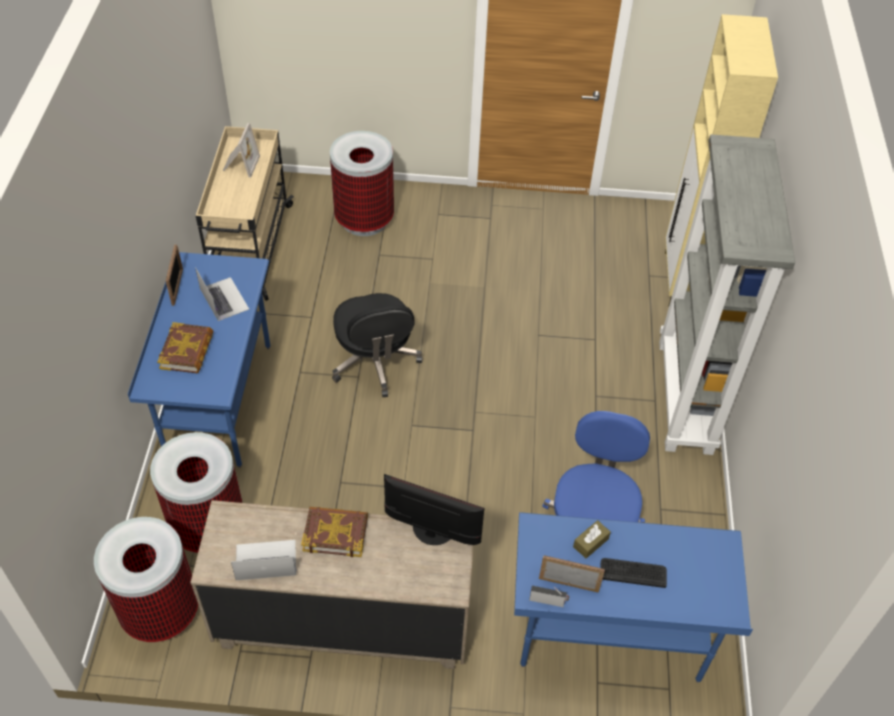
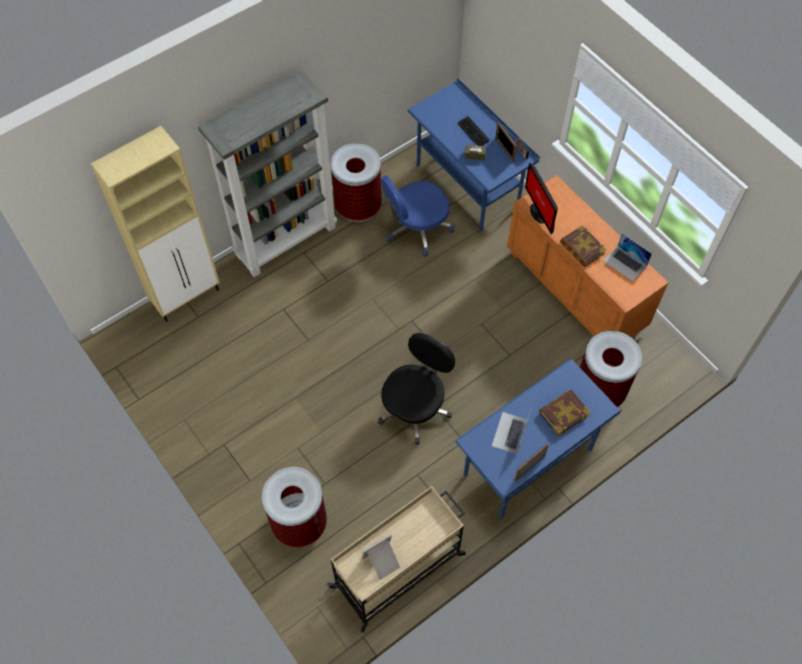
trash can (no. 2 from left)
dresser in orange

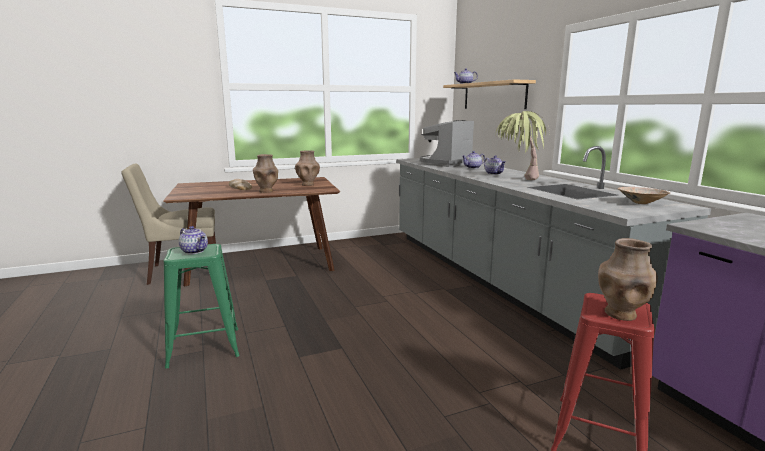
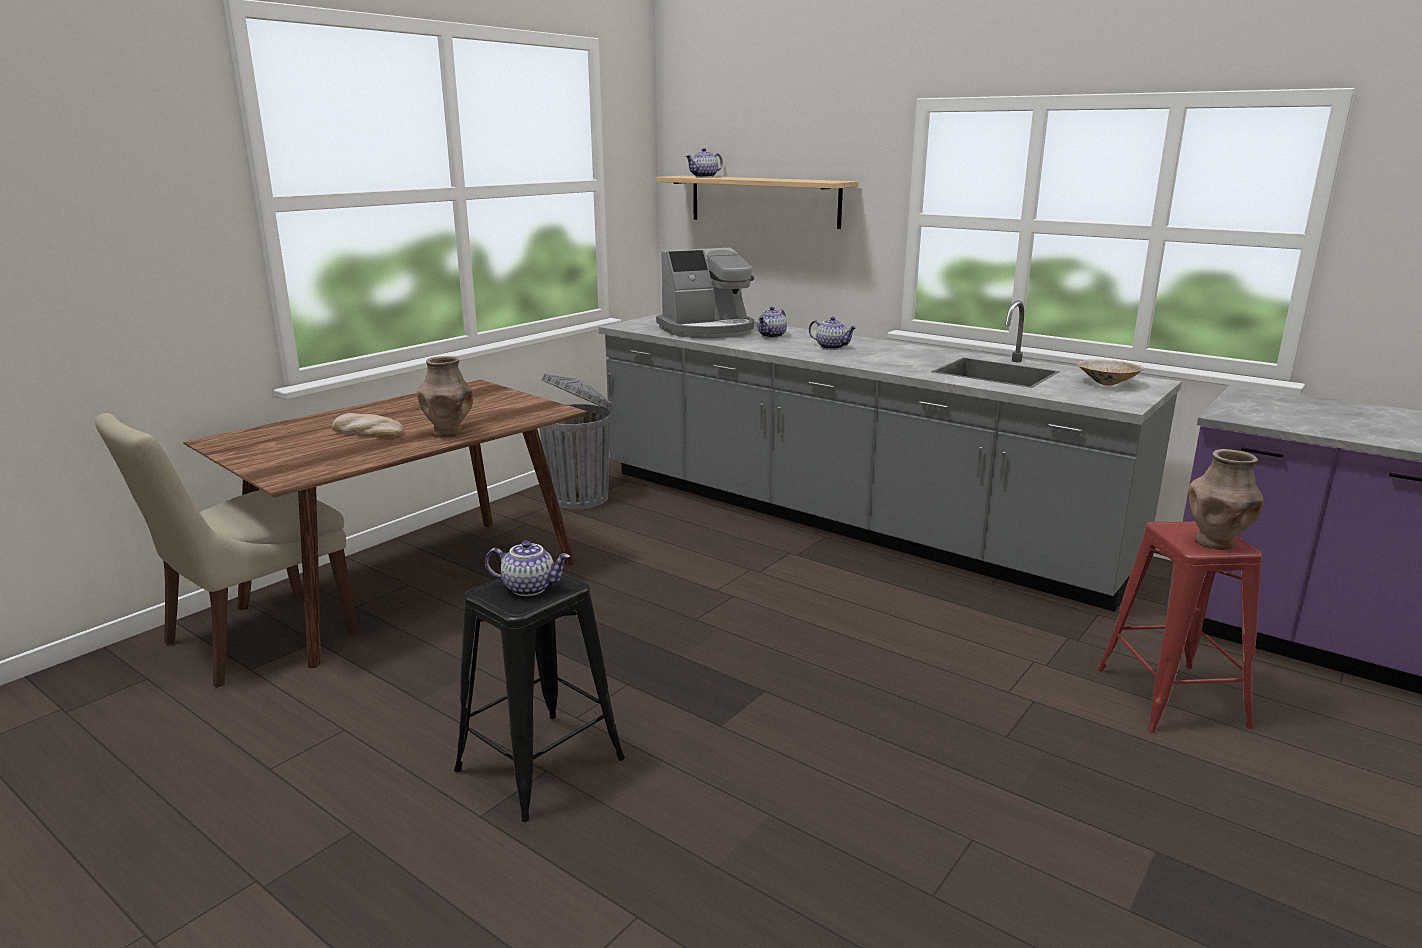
stool in black
trash can in grey
coffee machine
vase in brown (no. 2 from left in the first image)
potted plant

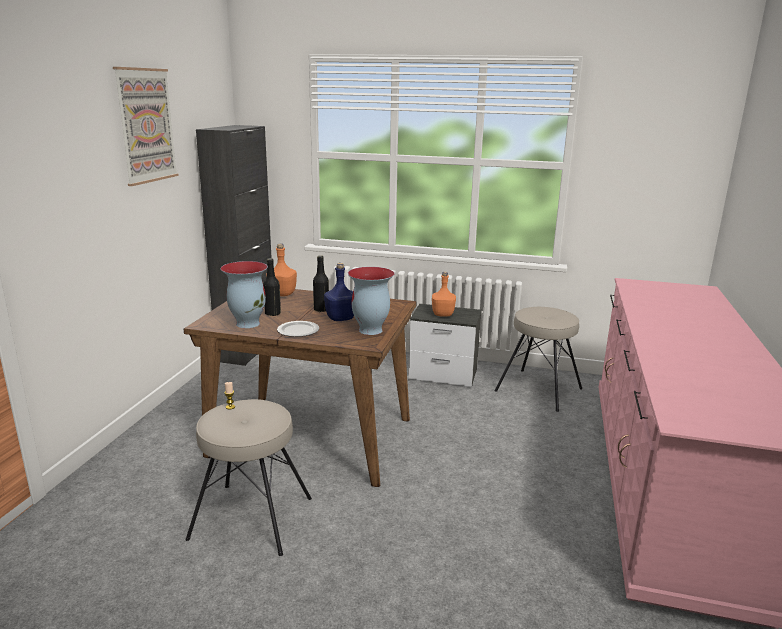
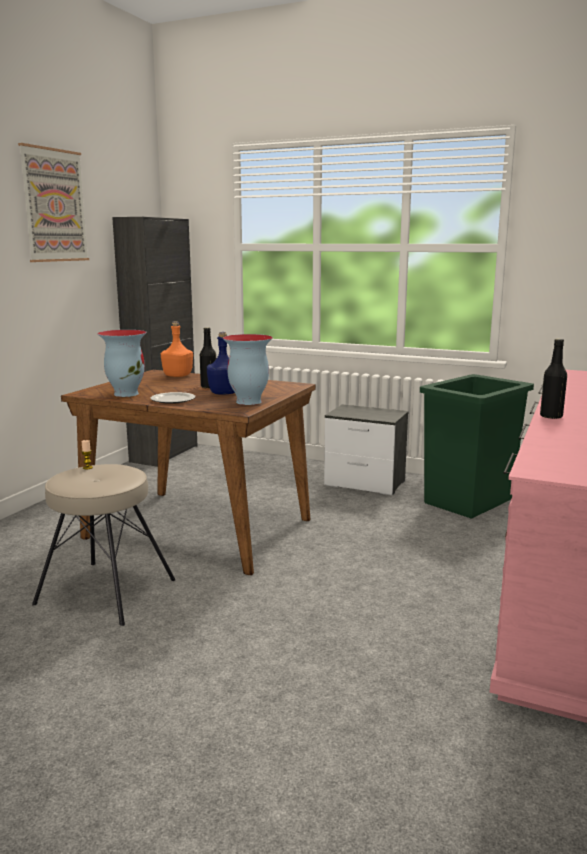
trash can in green
bottle in black (no. 2 from left)
bottle in orange (no. 2 from left in the first image)

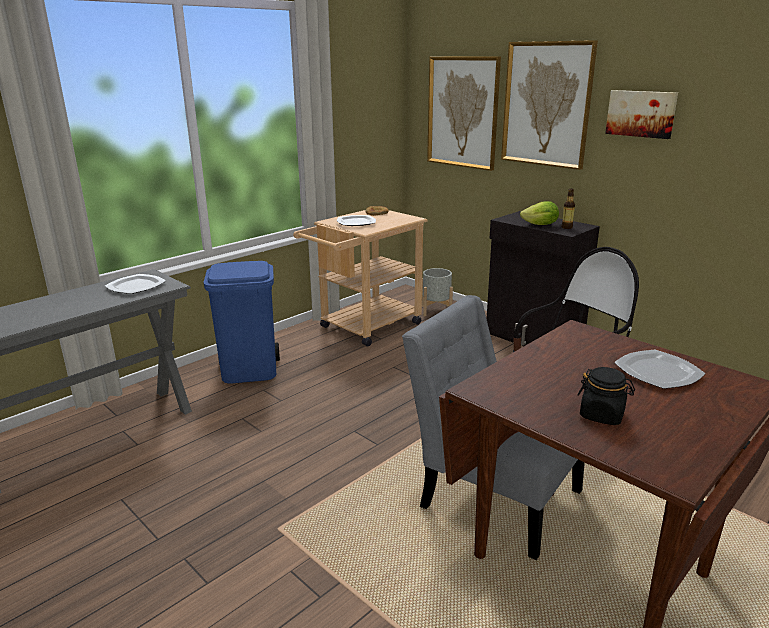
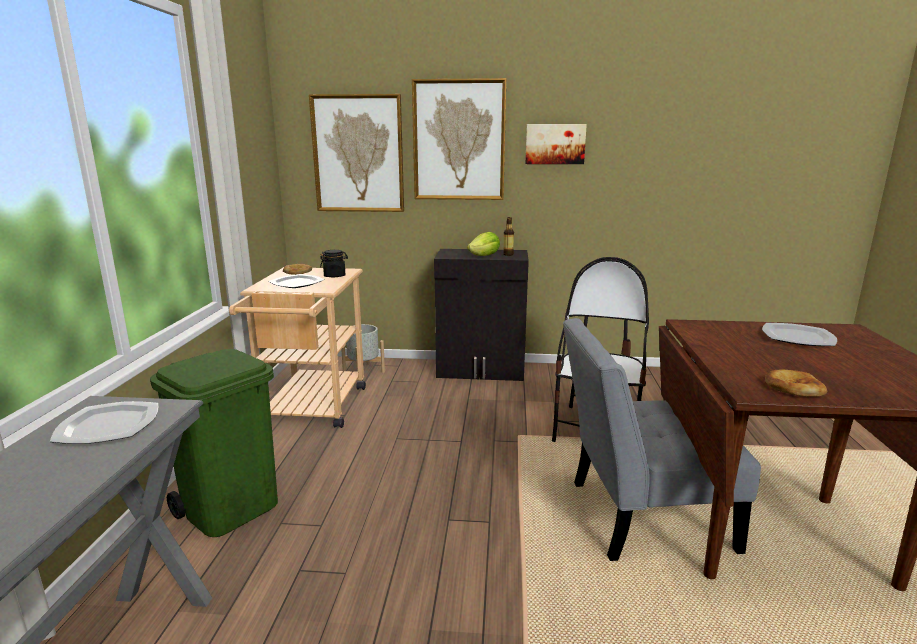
trash can in green
jar in black
bread (no. 2 from left)

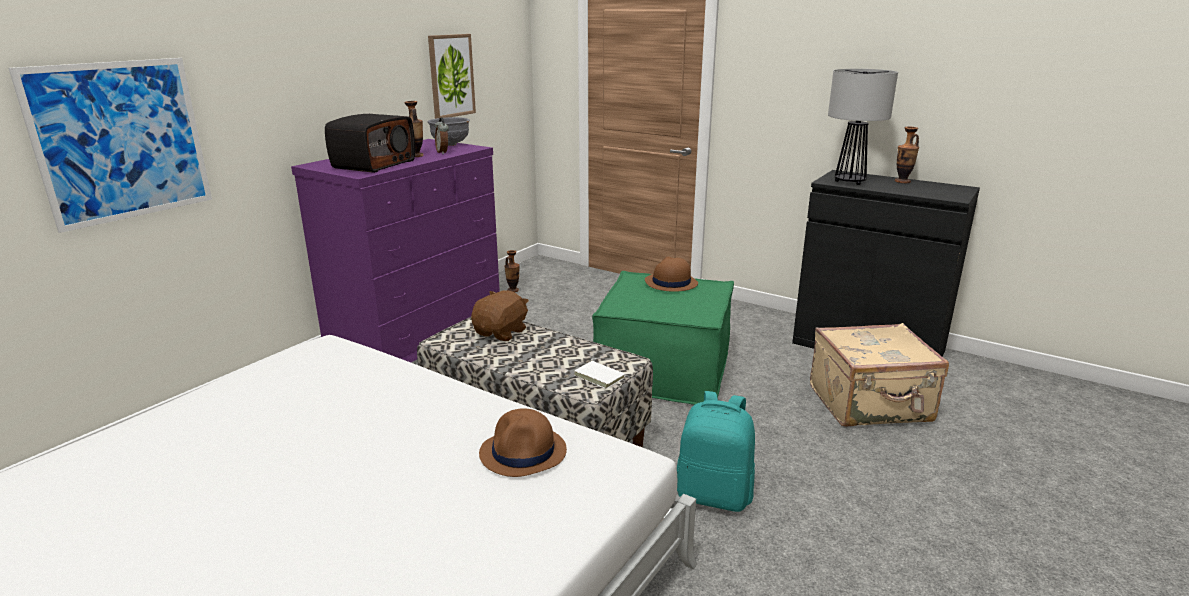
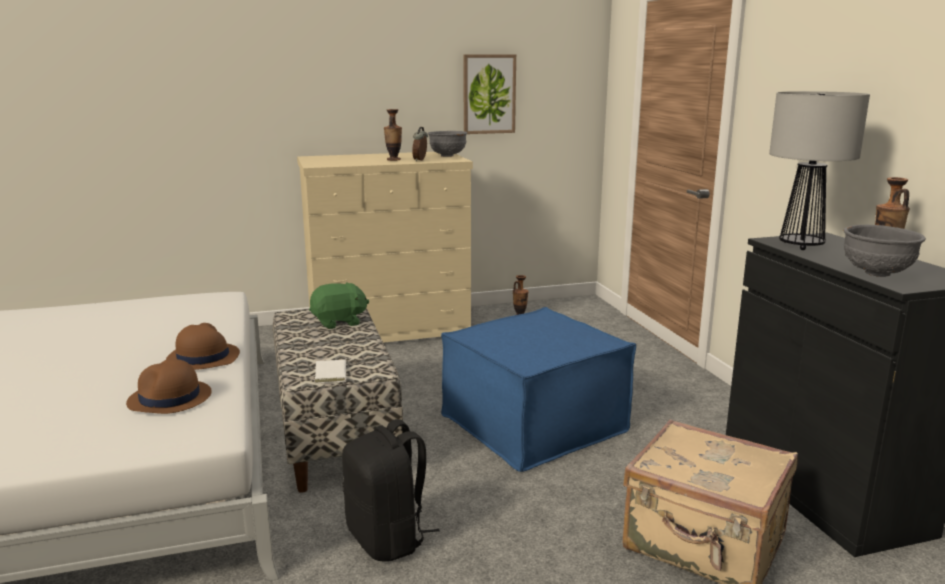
hat in brown (no. 2 from left)
dresser in beige
plush toy in green
backpack in black
ottoman in blue
bowl in grey (no. 2 from left)
picture (no. 1 from left in the first image)
radio

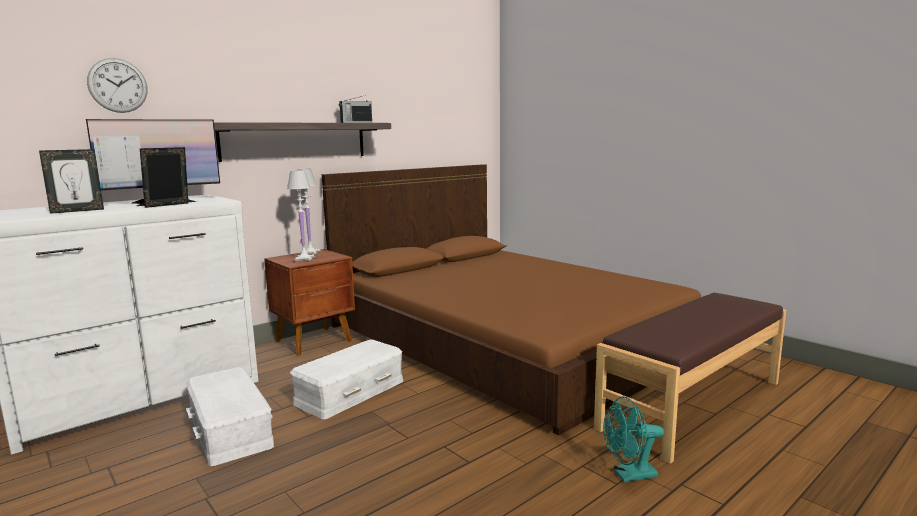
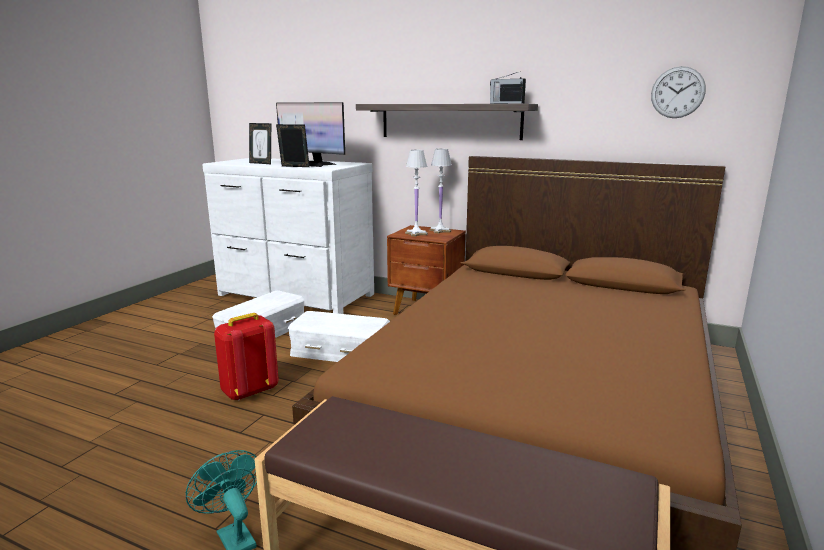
backpack in red
wall clock

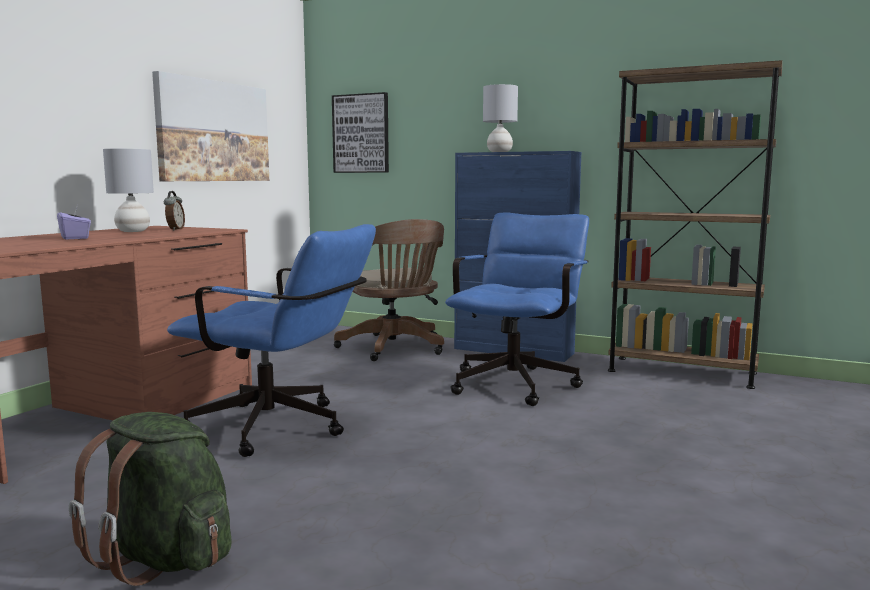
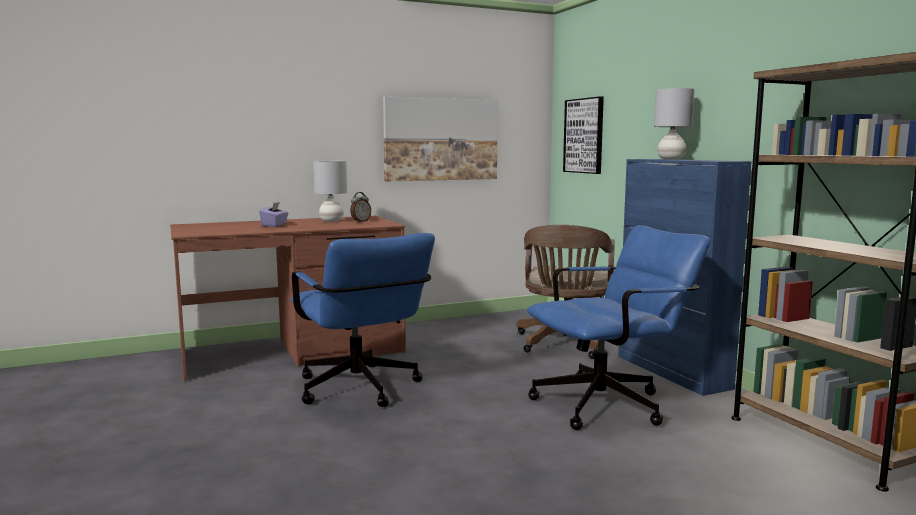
backpack in green

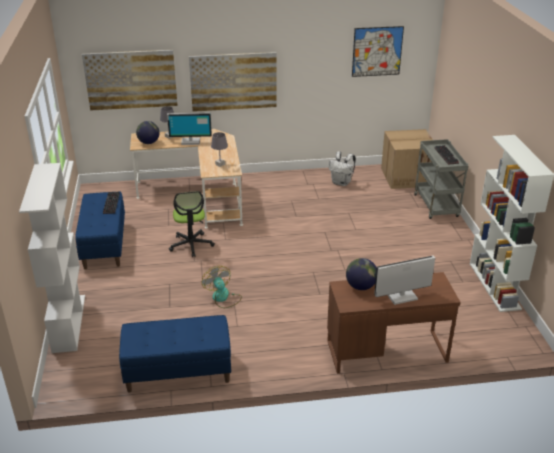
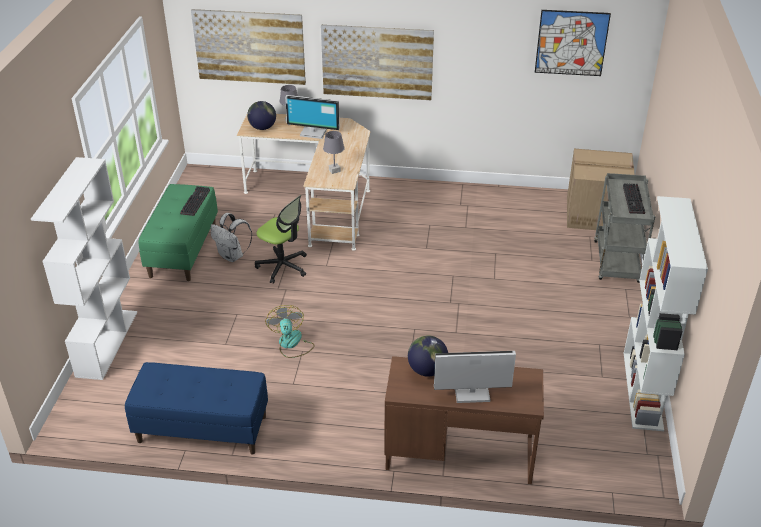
bench in green
backpack in white
office chair

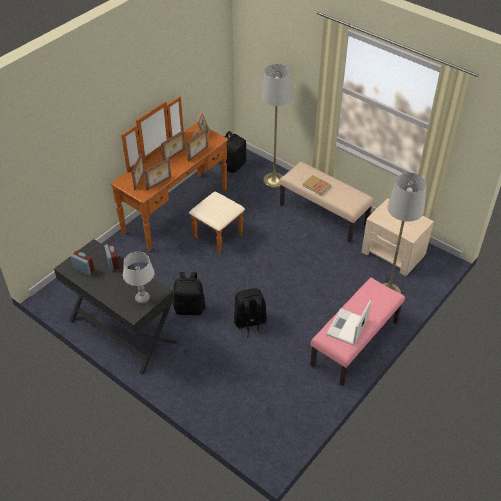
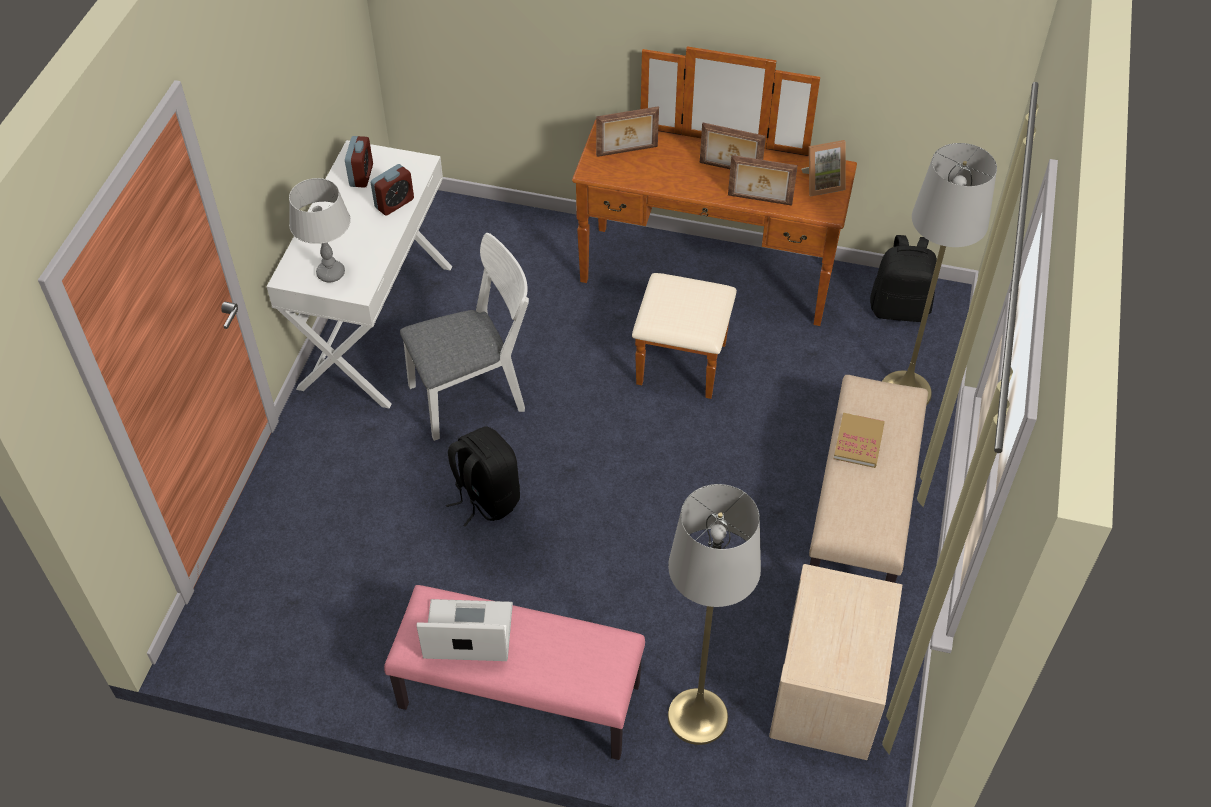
desk in white
chair in white
picture frame (no. 2 from left in the first image)

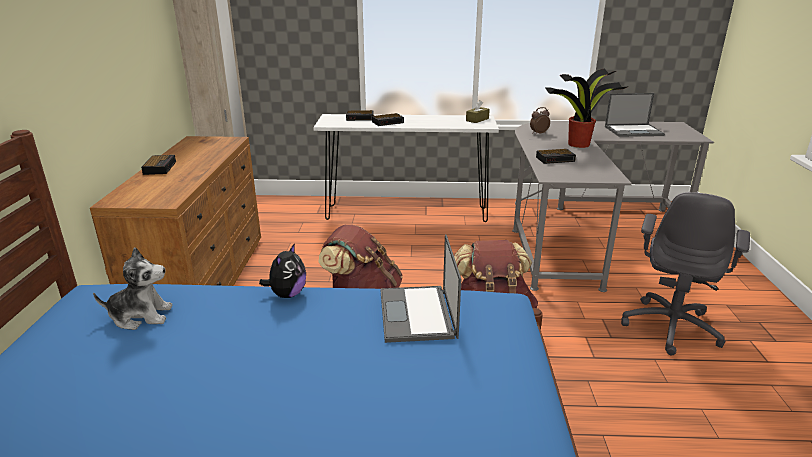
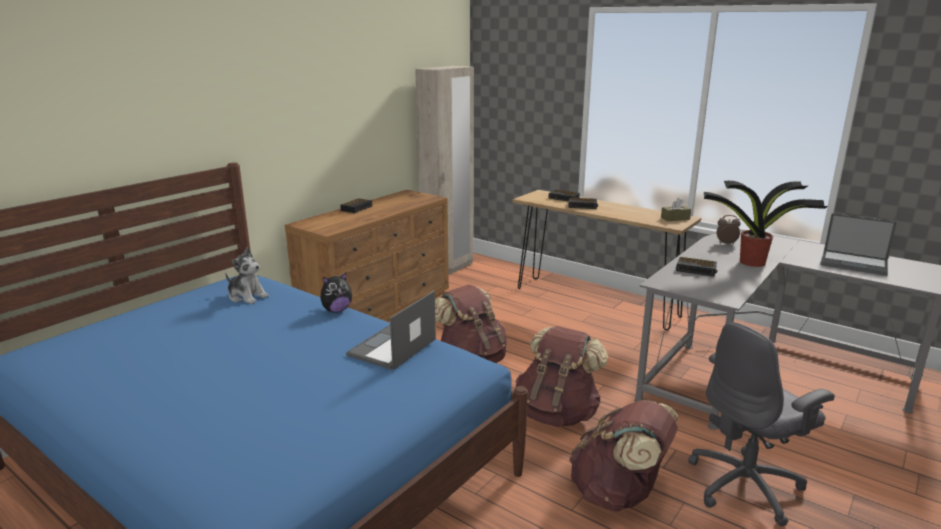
console table in brown
backpack in brown (no. 3 from left)

